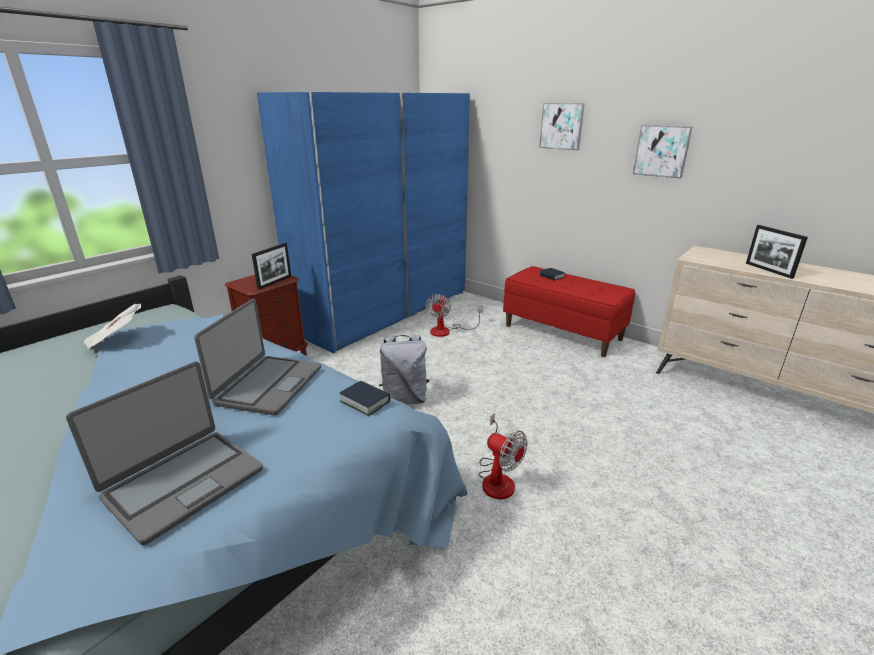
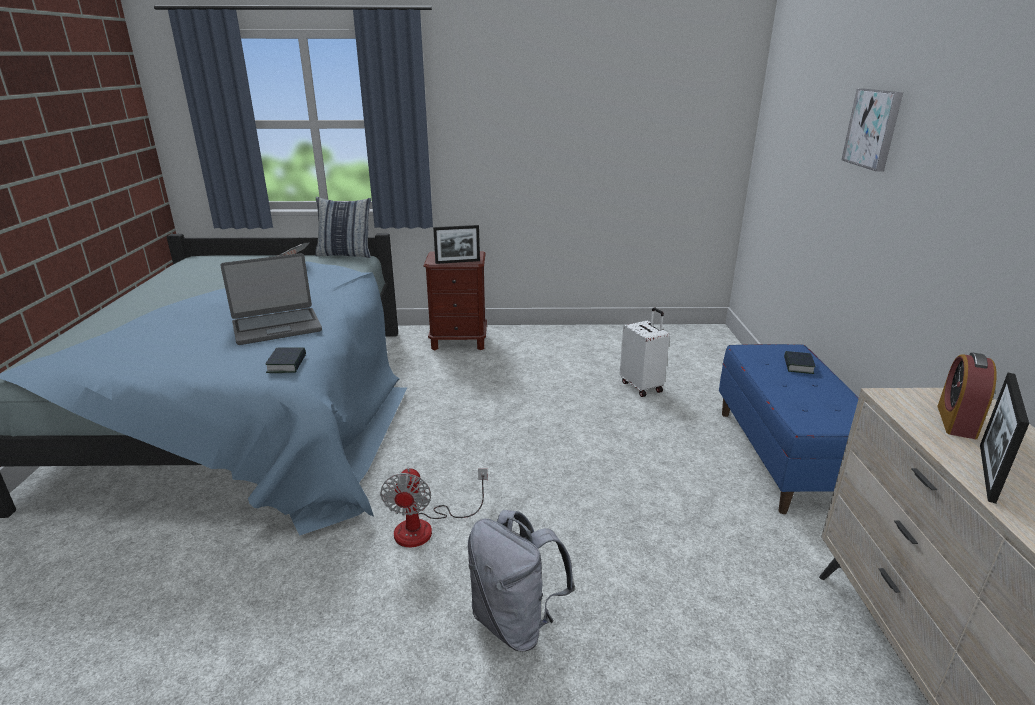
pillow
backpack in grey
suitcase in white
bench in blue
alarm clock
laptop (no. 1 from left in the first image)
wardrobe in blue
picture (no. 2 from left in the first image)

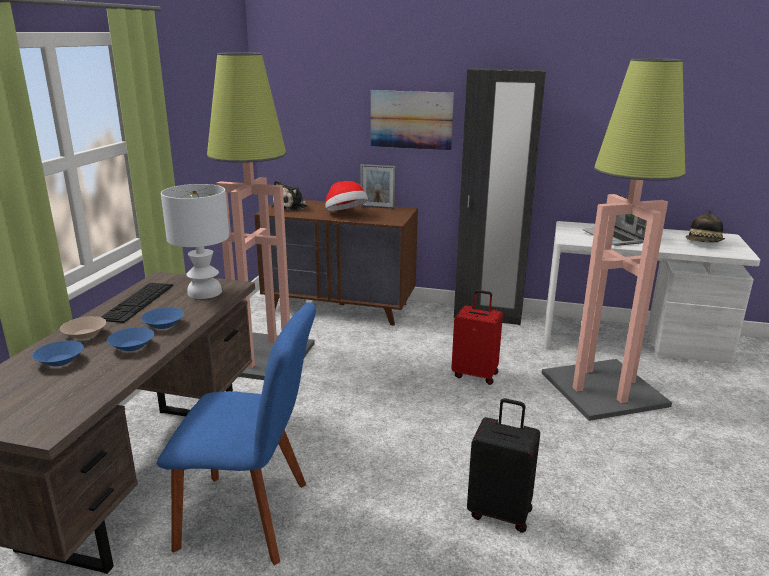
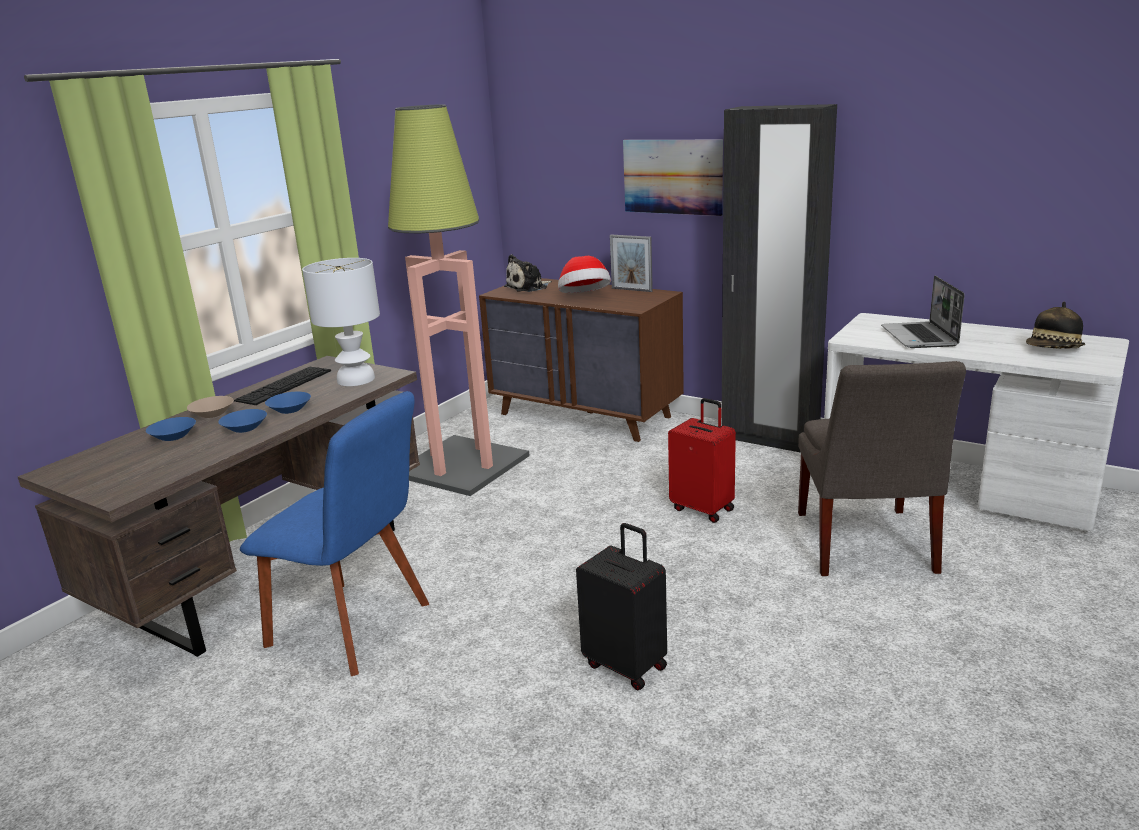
chair in grey

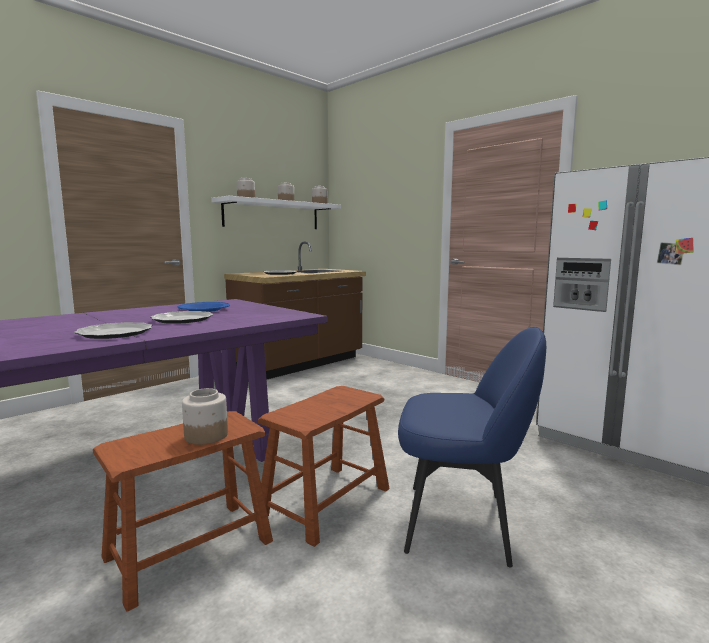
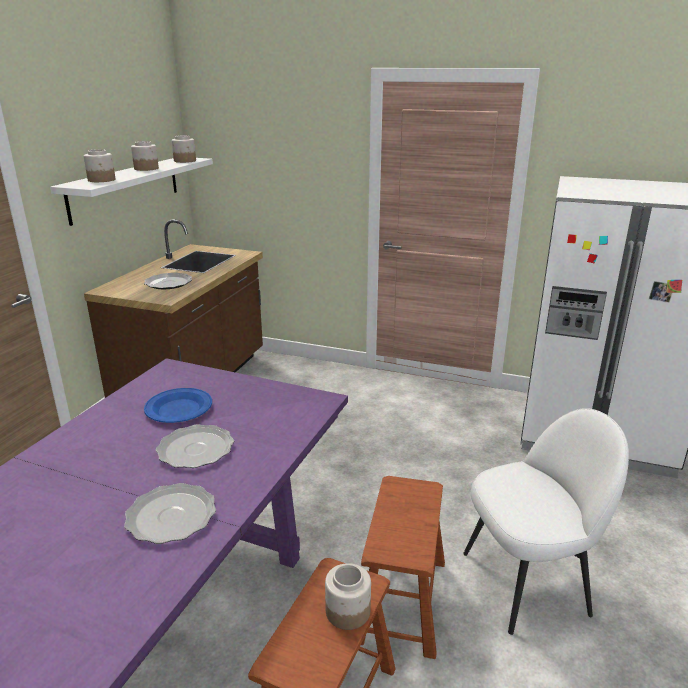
chair in white

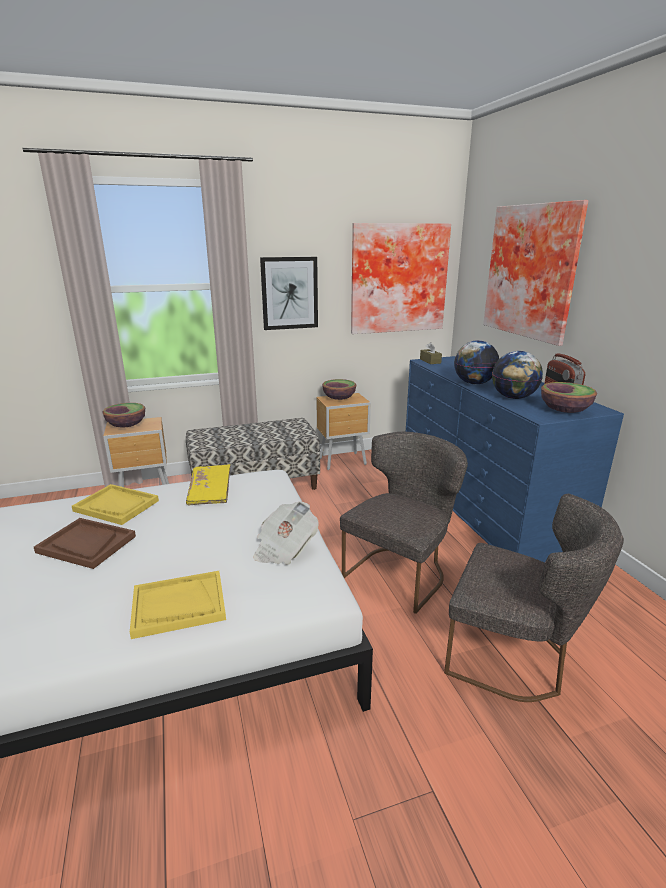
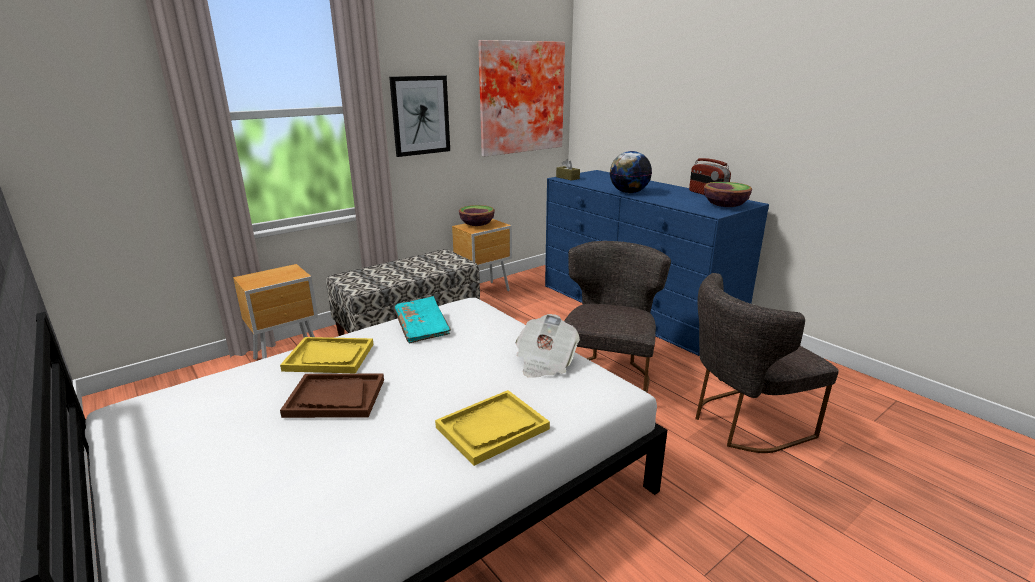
book in turquoise
chair in grey (no. 2 from left)
bowl (no. 1 from left in the first image)
picture (no. 3 from left in the first image)
globe (no. 2 from left in the first image)

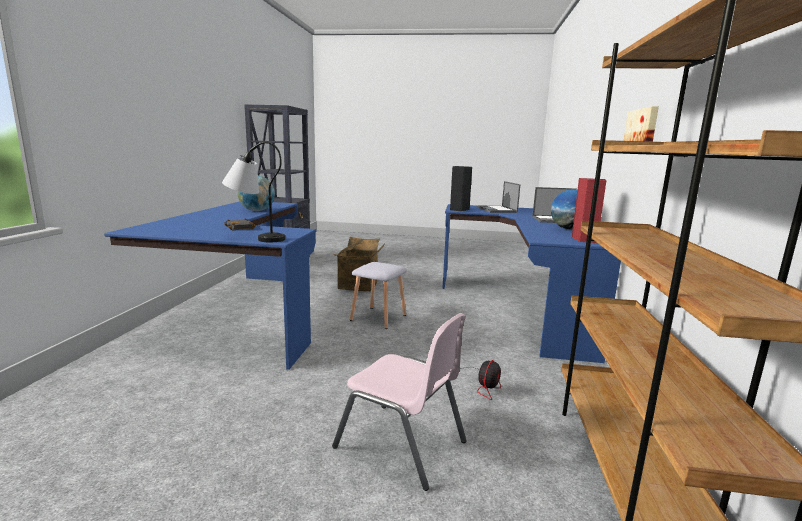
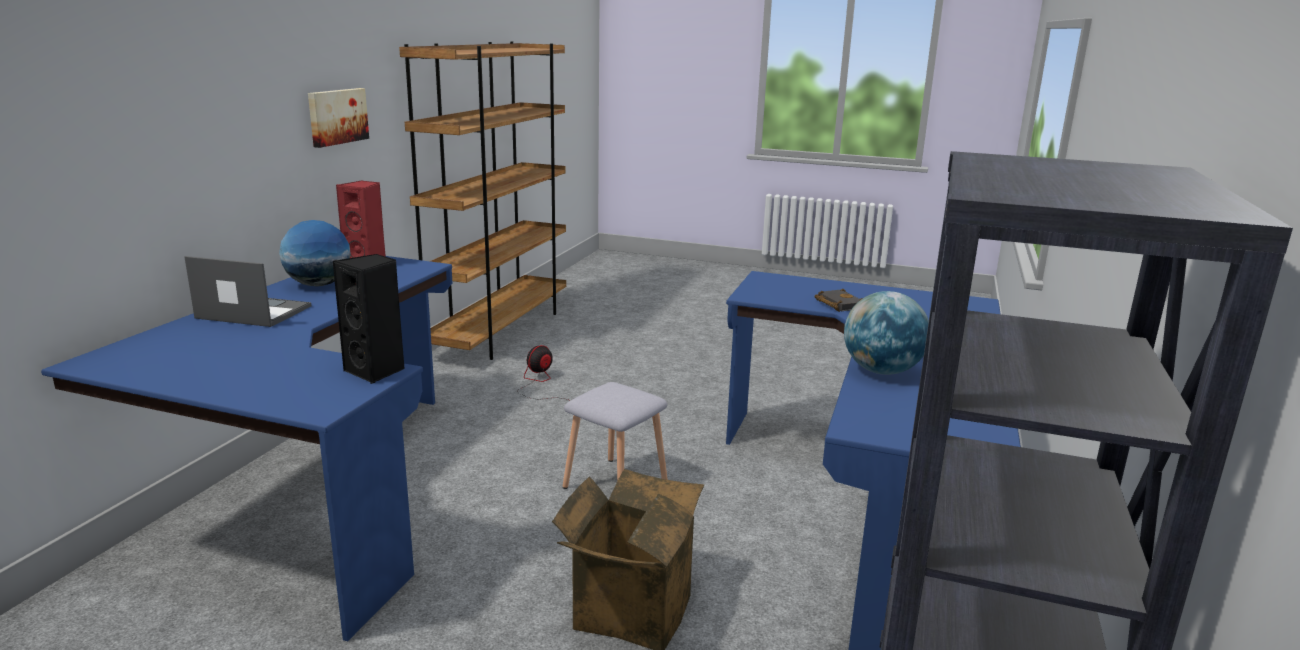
table lamp
chair in pink
laptop (no. 1 from left in the first image)

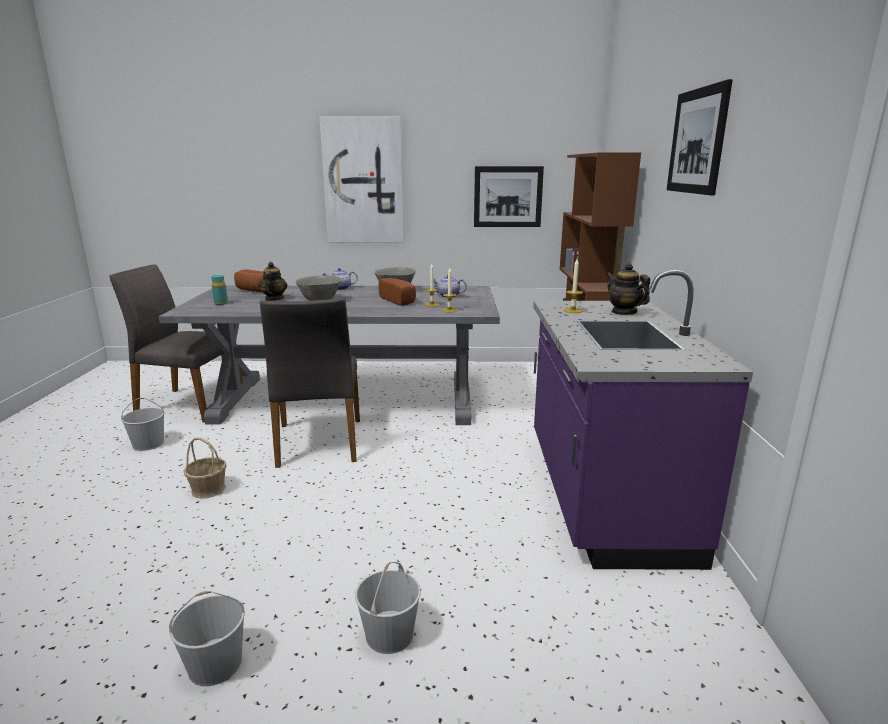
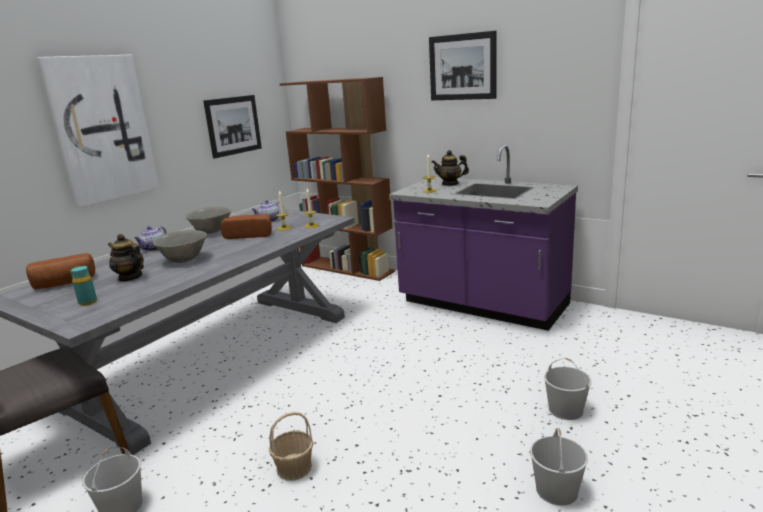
chair in grey (no. 2 from left in the first image)

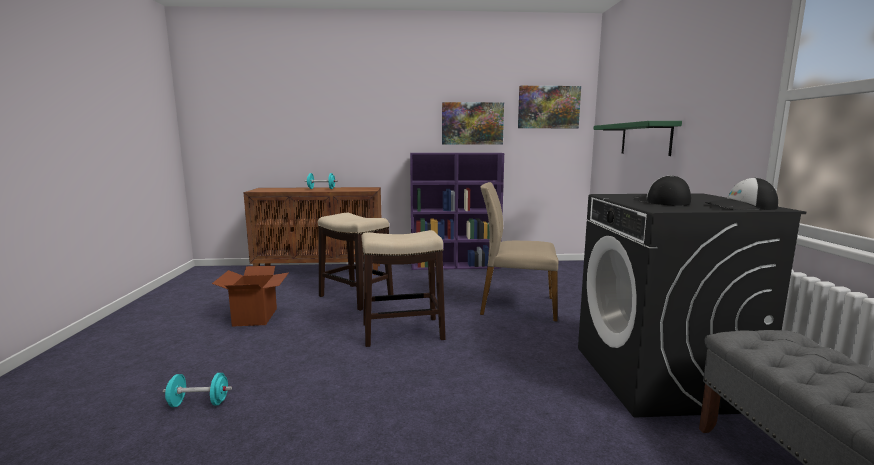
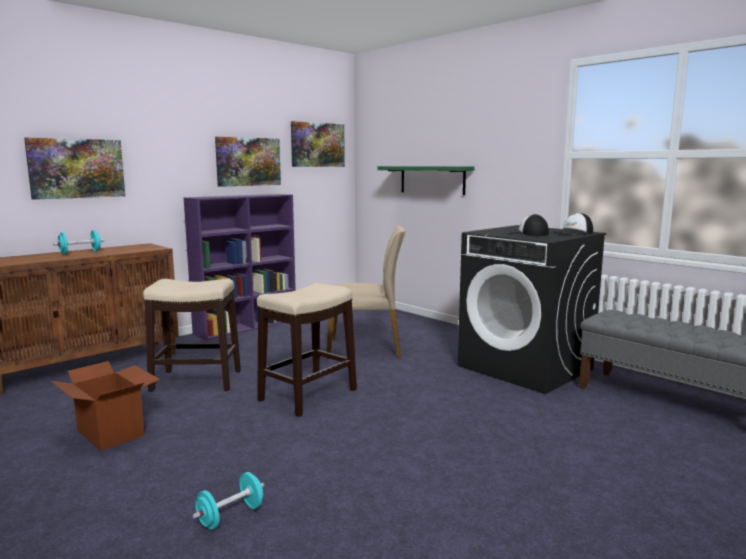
picture (no. 1 from left)
chair in beige

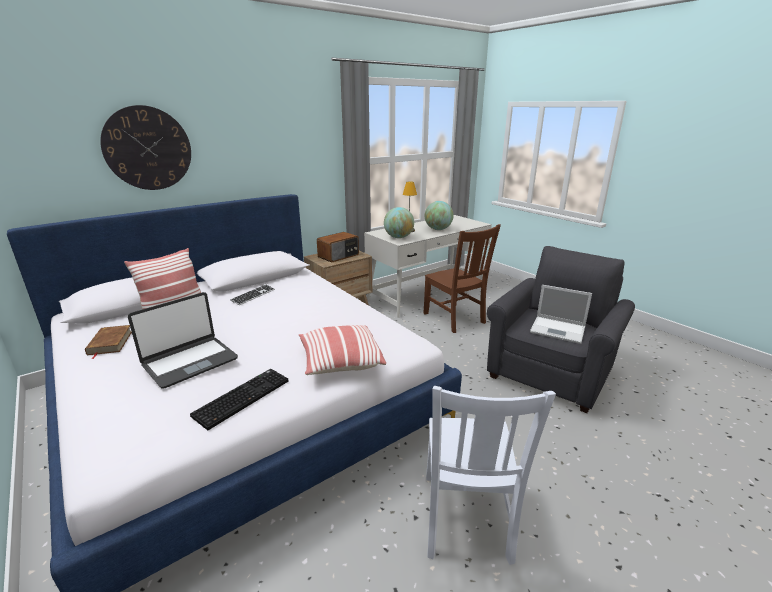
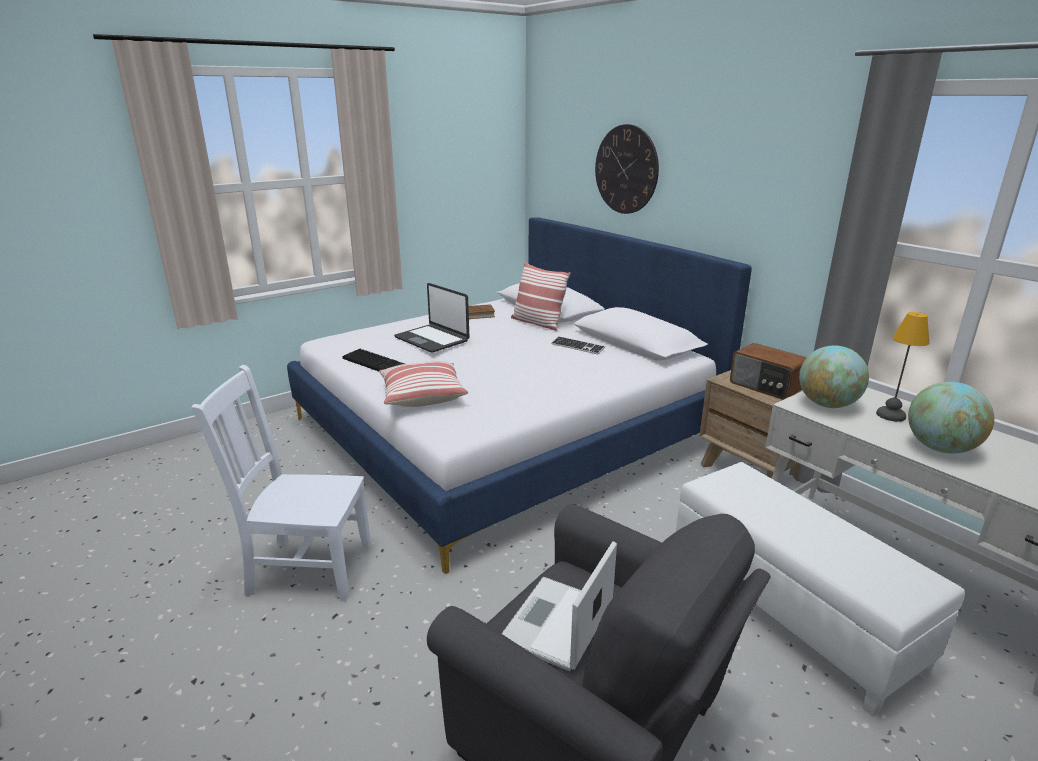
ottoman in white

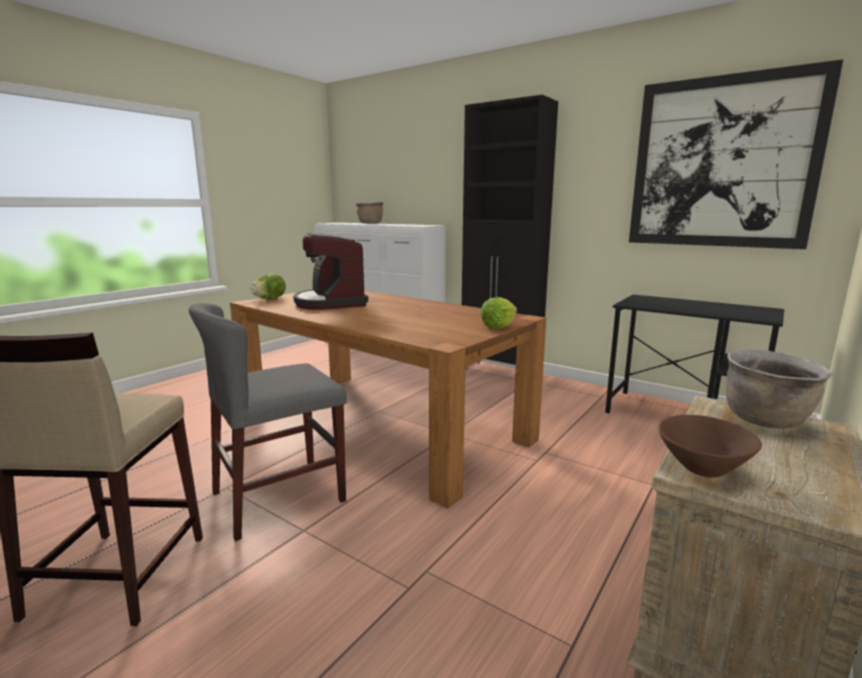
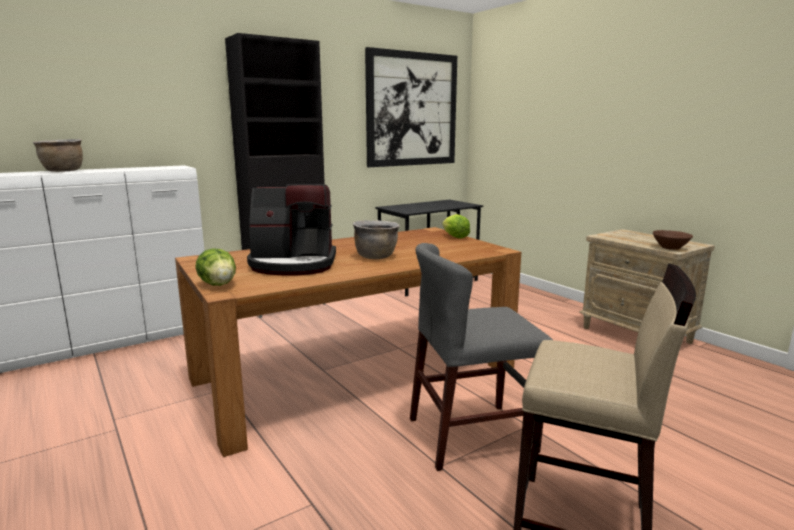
cooking pot in brown (no. 2 from left)
chair in grey

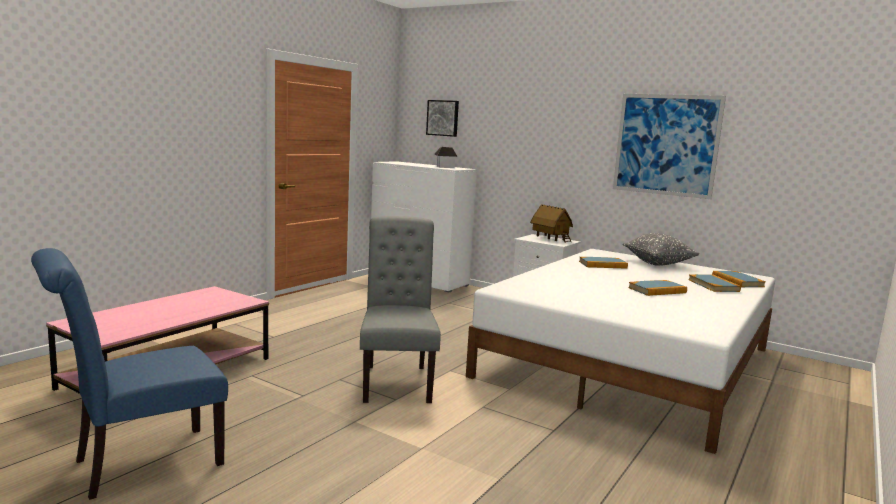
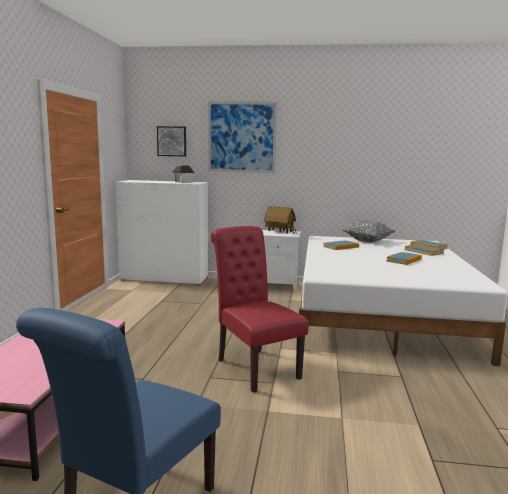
picture (no. 2 from left)
chair in red

